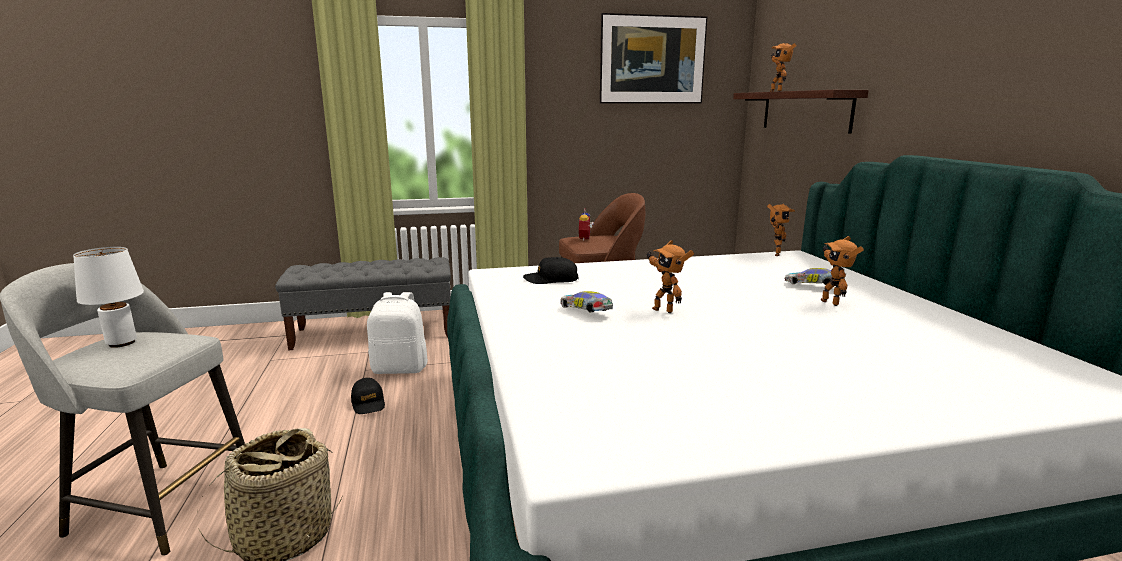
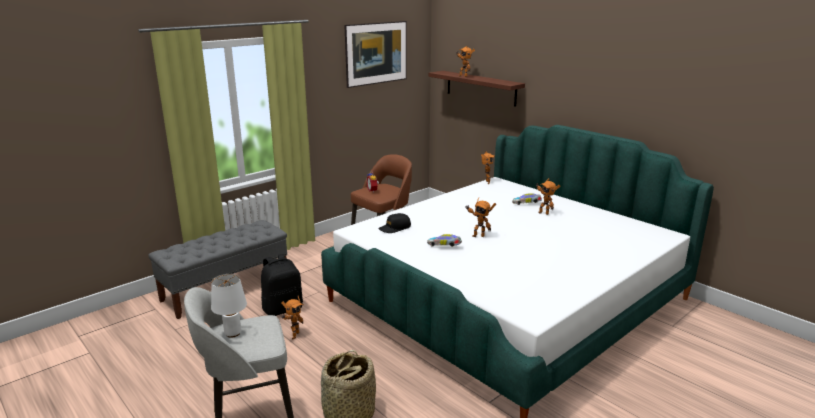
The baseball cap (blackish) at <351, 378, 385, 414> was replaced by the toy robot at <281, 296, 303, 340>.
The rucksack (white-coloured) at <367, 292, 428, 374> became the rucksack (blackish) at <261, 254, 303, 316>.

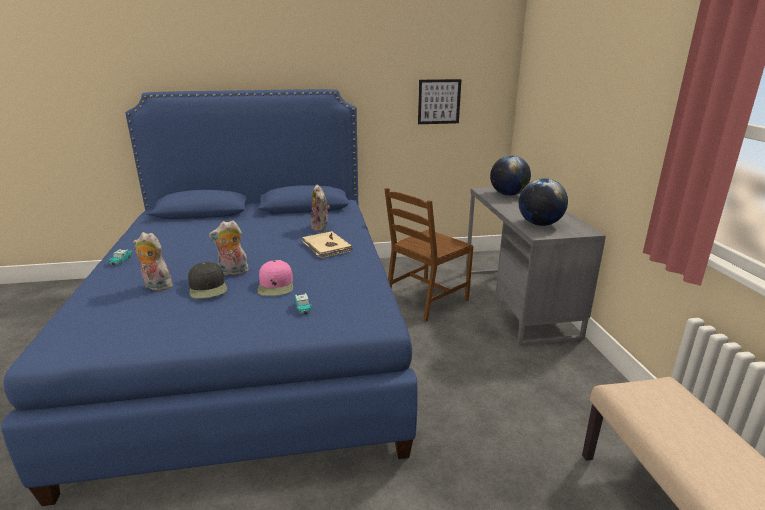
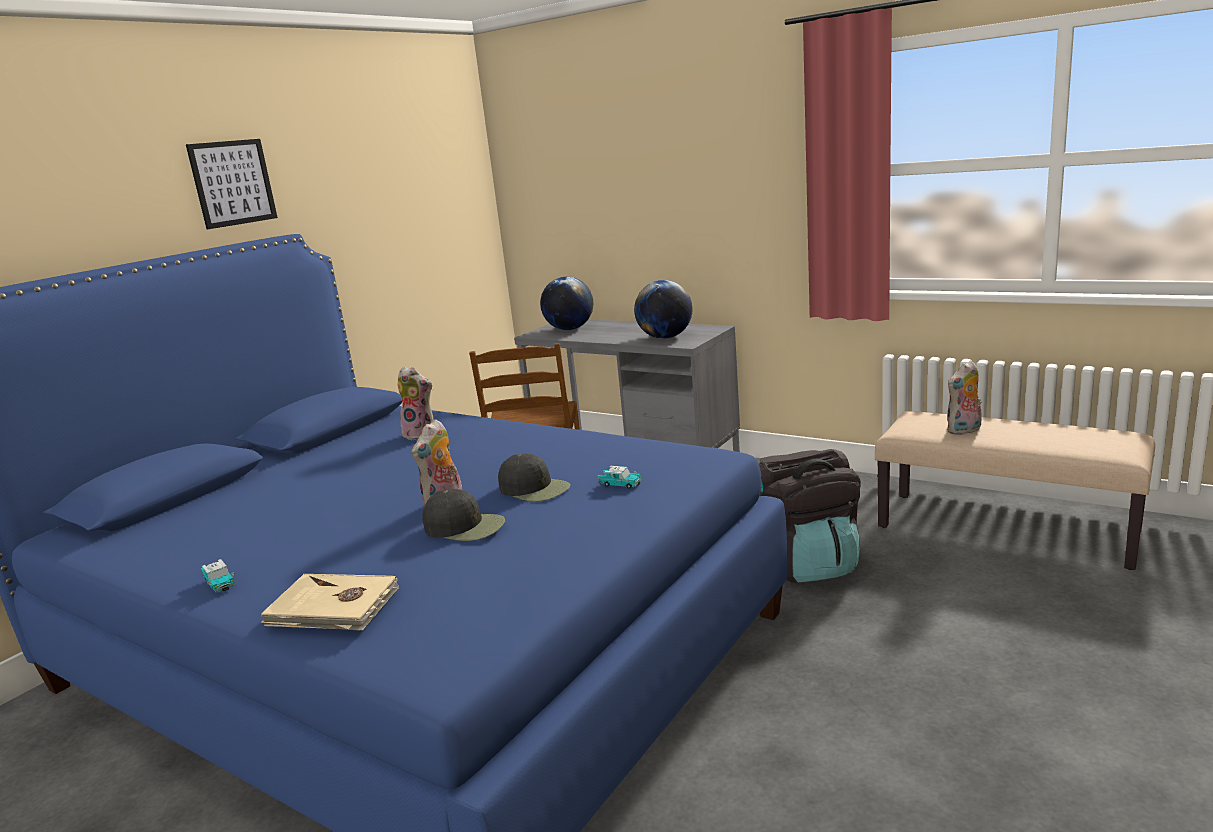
The cuddly toy moved from <133, 232, 175, 291> to <947, 361, 982, 435>.
The baseball cap (pink-coloured) at <257, 260, 293, 296> became the baseball cap (blackish) at <498, 453, 570, 502>.
The bound book (beige-coloured) moved from <302, 231, 352, 258> to <261, 574, 399, 631>.
The picture moved from <418, 79, 461, 124> to <186, 139, 278, 229>.
The rucksack (blackish) at <759, 449, 861, 583> appeared.

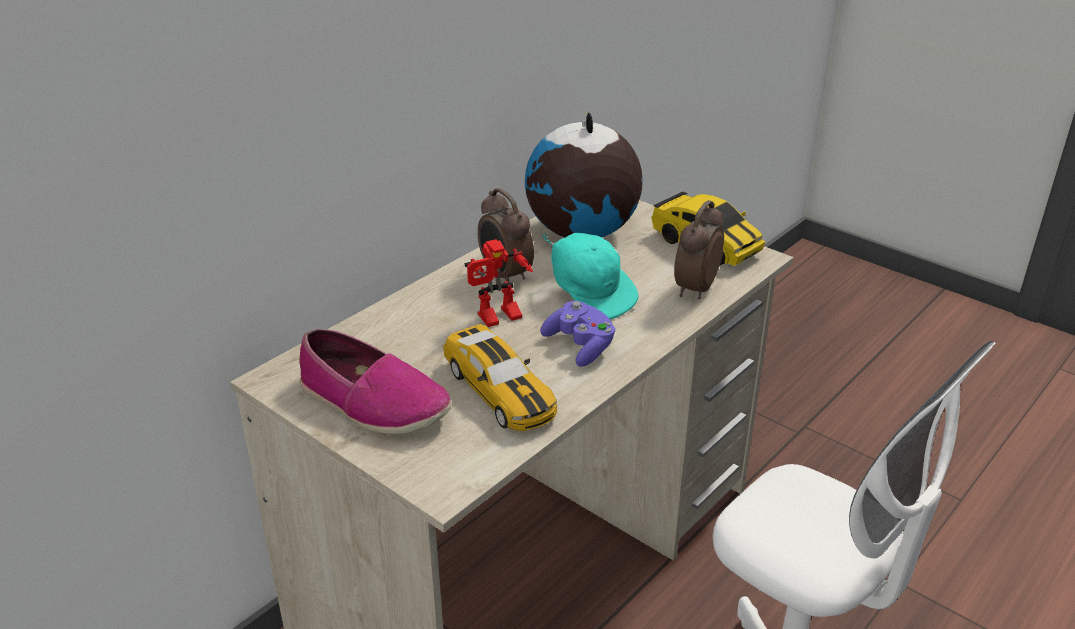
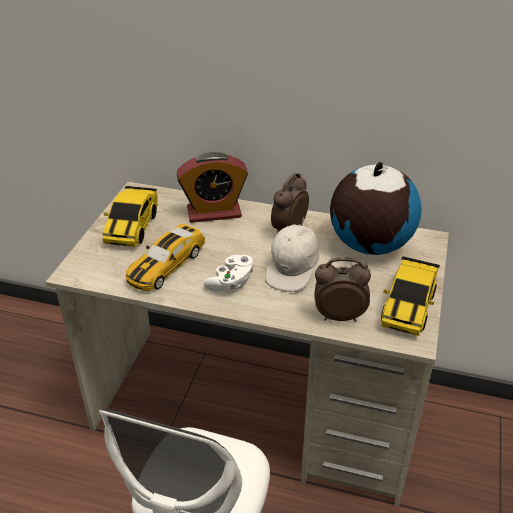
The item of footwear at <299, 329, 452, 434> was replaced by the miniature car at <102, 186, 158, 247>.
The toy robot at <465, 239, 533, 327> disappeared.
The joypad (purplish) at <540, 301, 616, 367> became the joypad (white-coloured) at <203, 255, 254, 292>.
The baseball cap (turquoise) at <542, 232, 638, 319> became the baseball cap (white-coloured) at <265, 217, 319, 292>.
The table clock at <177, 152, 248, 223> appeared.

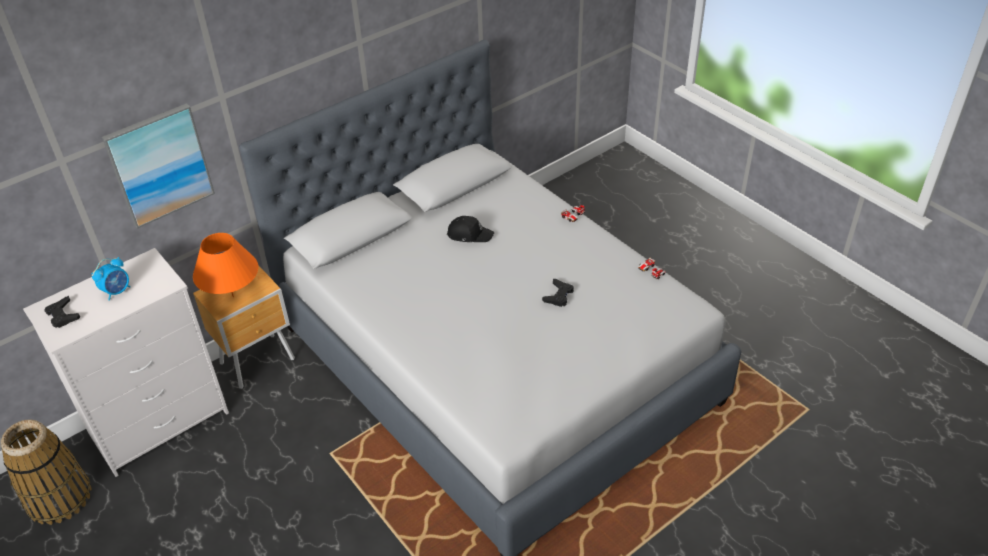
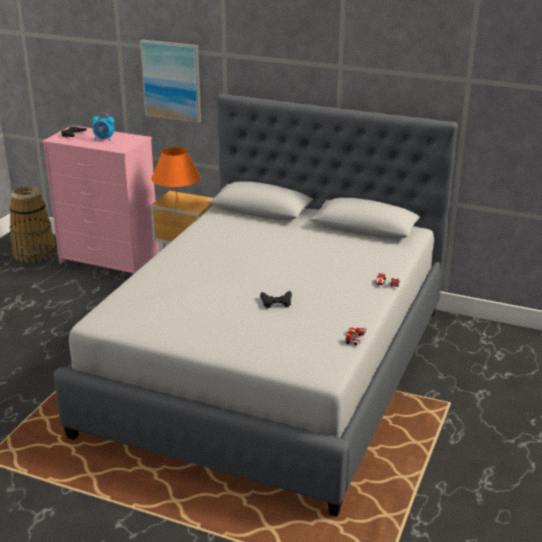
The drawer chest (white-coloured) at <23, 248, 229, 477> became the drawer chest (pink-coloured) at <42, 125, 159, 274>.
The baseball cap (blackish) at <447, 216, 494, 242> disappeared.

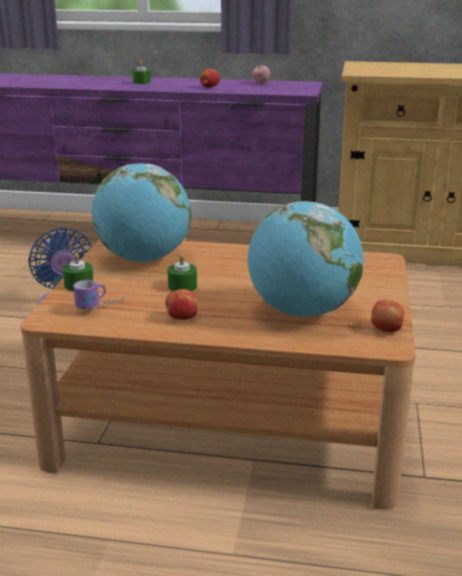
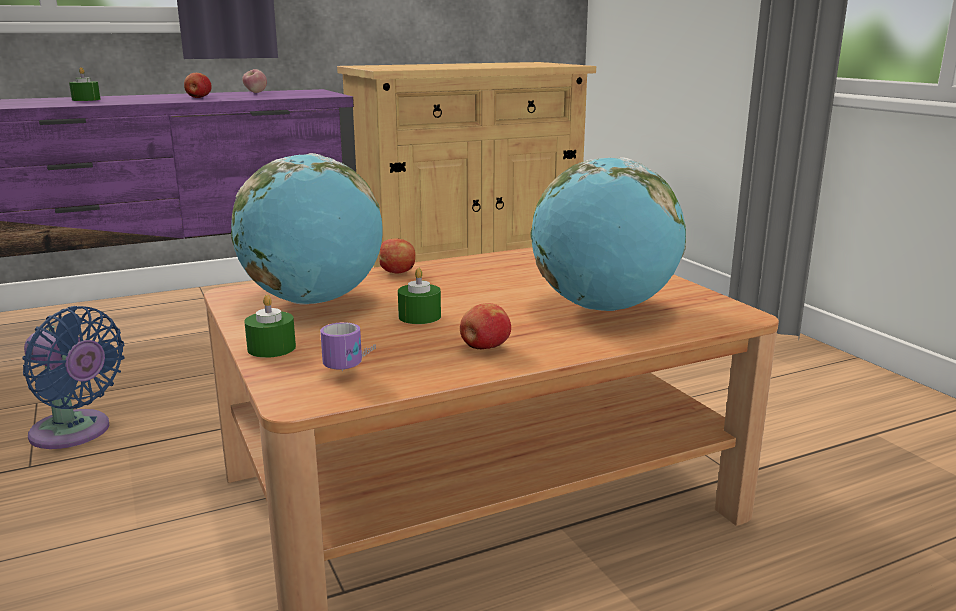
The whole apple moved from <371, 300, 405, 332> to <379, 238, 415, 273>.

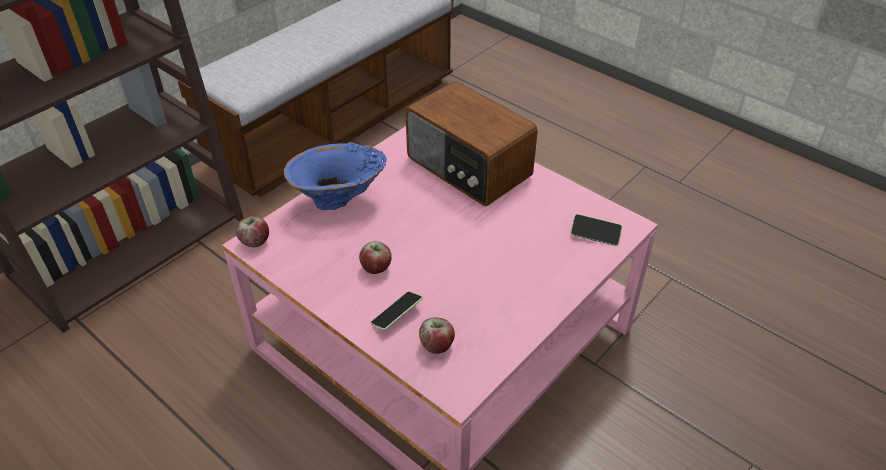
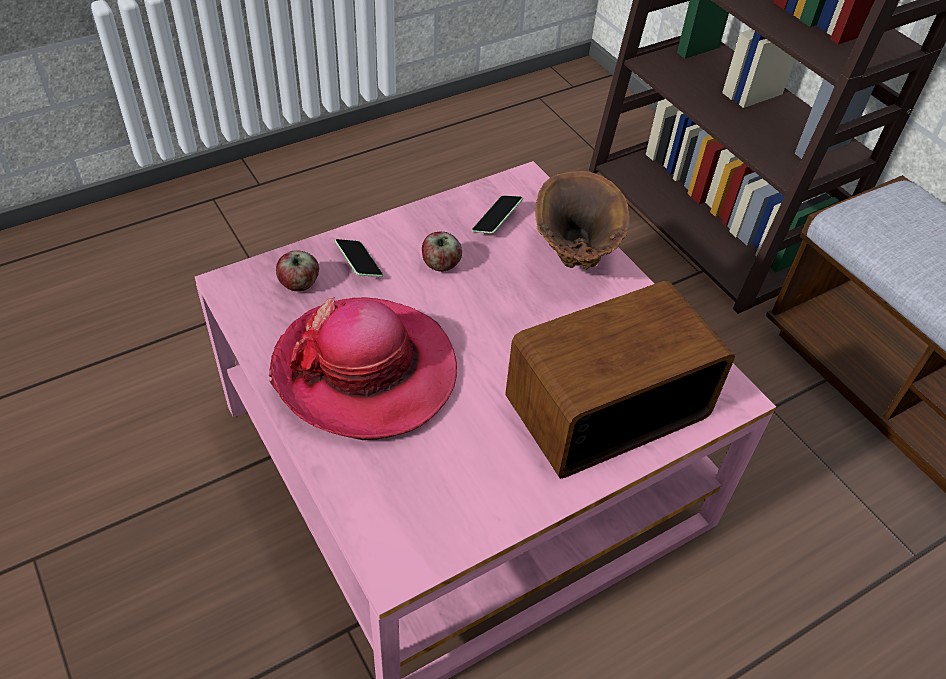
The whole apple at <235, 216, 269, 247> disappeared.
The flower vase (bluish) at <284, 142, 387, 210> became the flower vase (brown) at <535, 171, 630, 270>.
The handset moved from <570, 214, 622, 246> to <472, 195, 523, 234>.
The clothing hat at <269, 297, 457, 440> appeared.

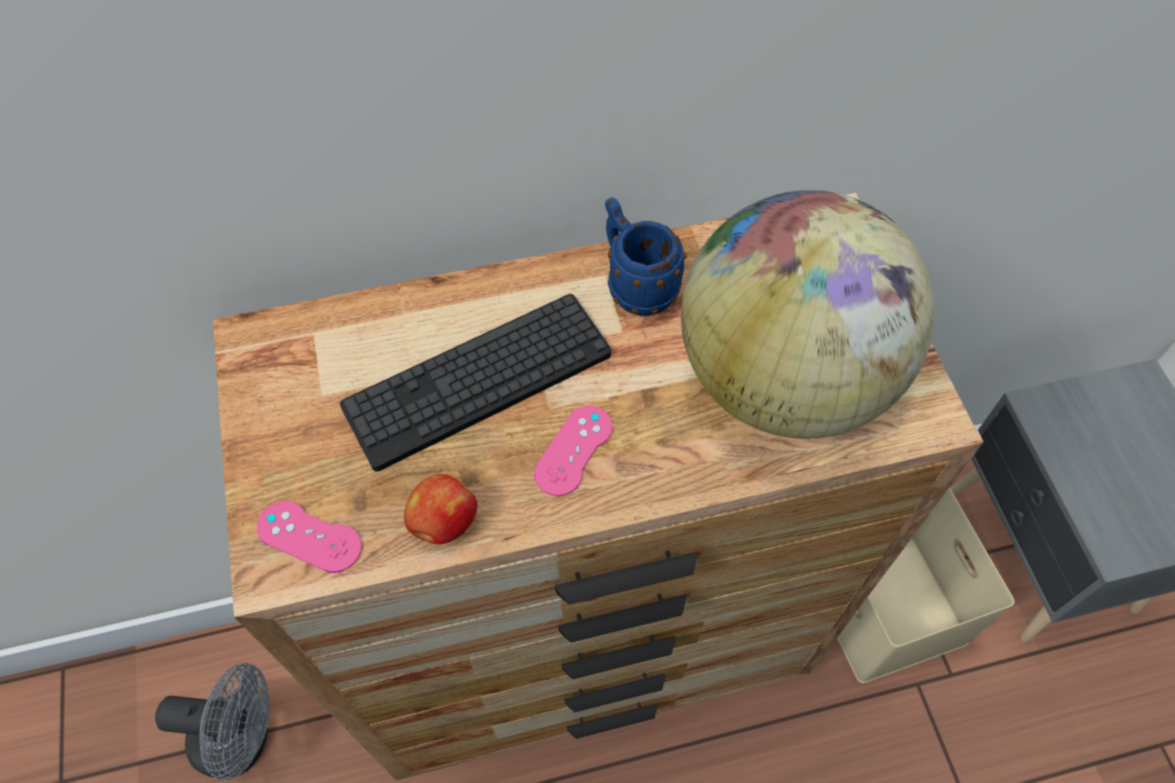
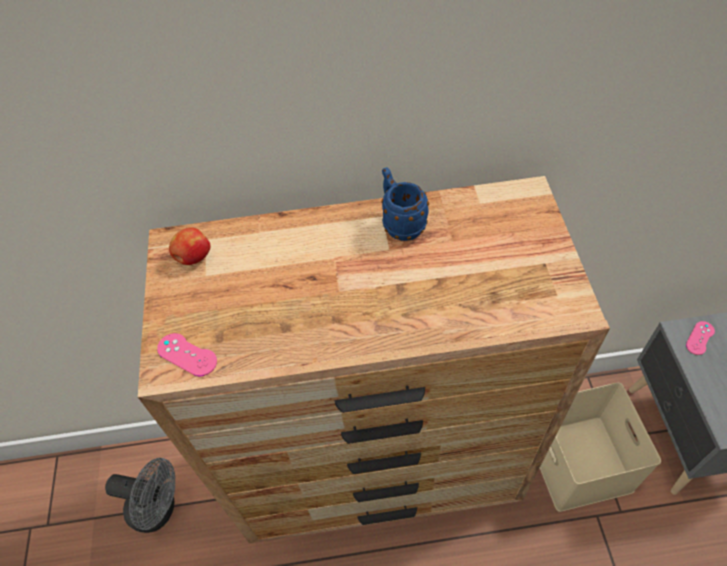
The computer keyboard at <340, 294, 611, 472> disappeared.
The whole apple moved from <404, 474, 477, 544> to <169, 227, 211, 265>.
The joypad (pink-coloured) moved from <534, 405, 613, 496> to <686, 321, 715, 355>.
The desk globe at <681, 190, 935, 439> disappeared.

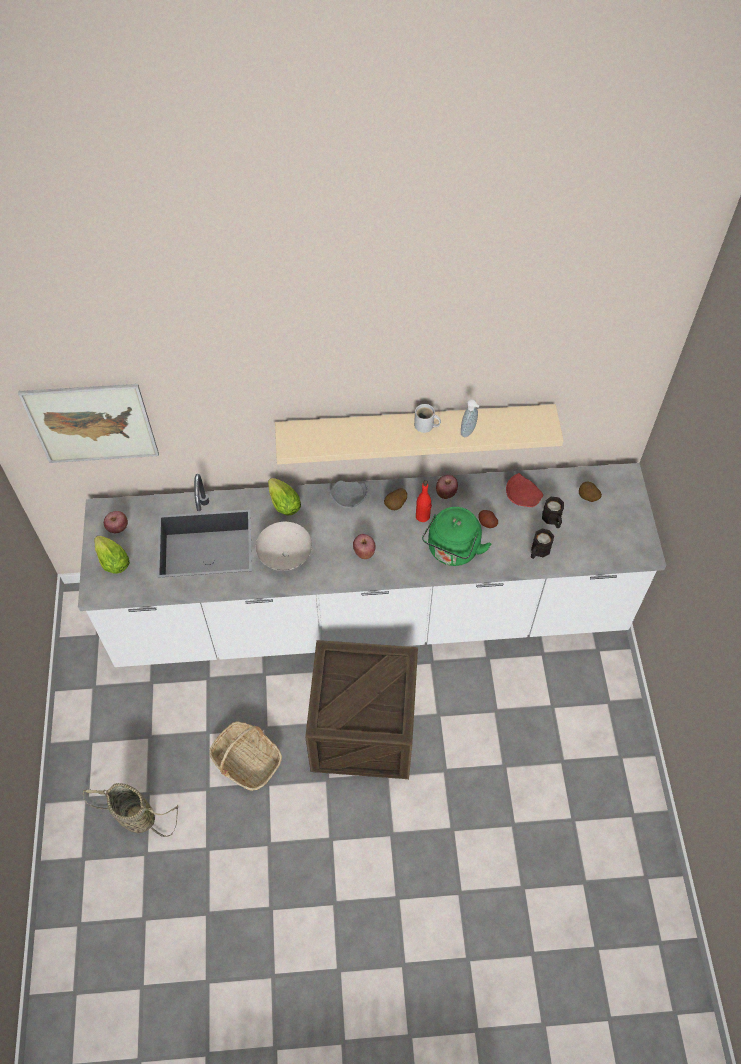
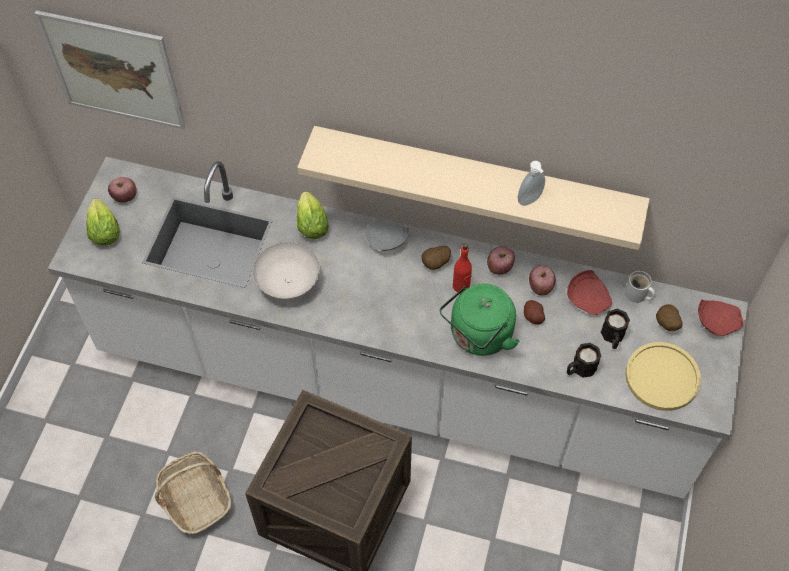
The basket at <83, 783, 178, 837> disappeared.
The whole apple moved from <353, 534, 376, 559> to <529, 265, 556, 296>.
The mug (white-coloured) moved from <414, 404, 441, 433> to <625, 271, 656, 303>.
The flat dish (yellow) at <625, 342, 701, 411> appeared.
The flat dish (red-coloured) at <698, 299, 743, 336> appeared.

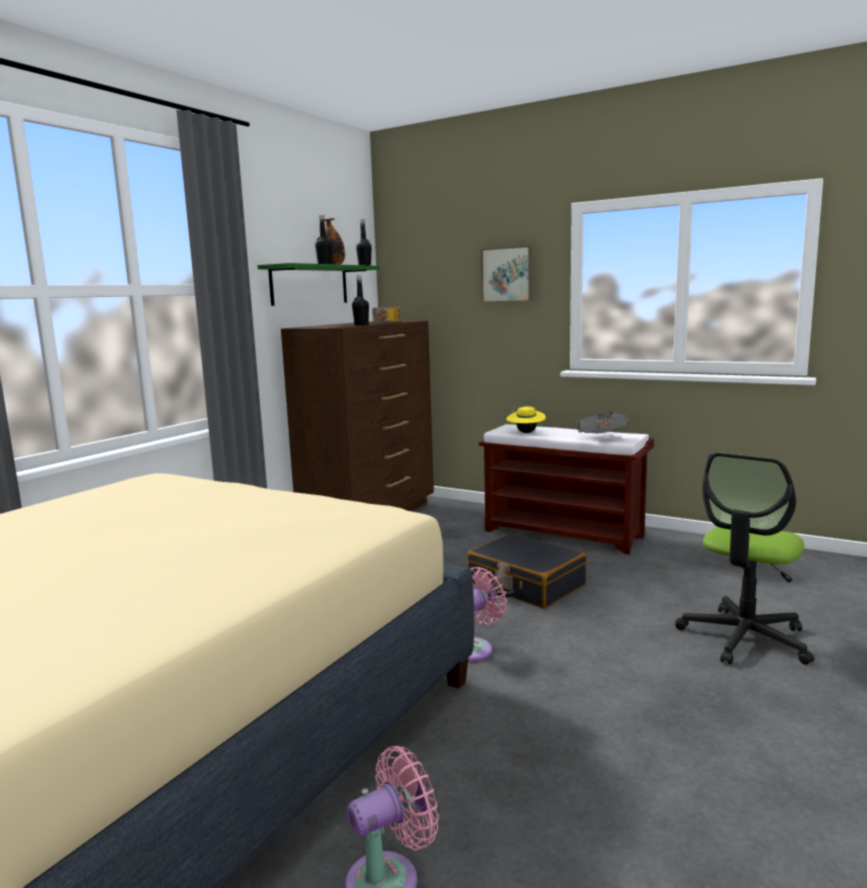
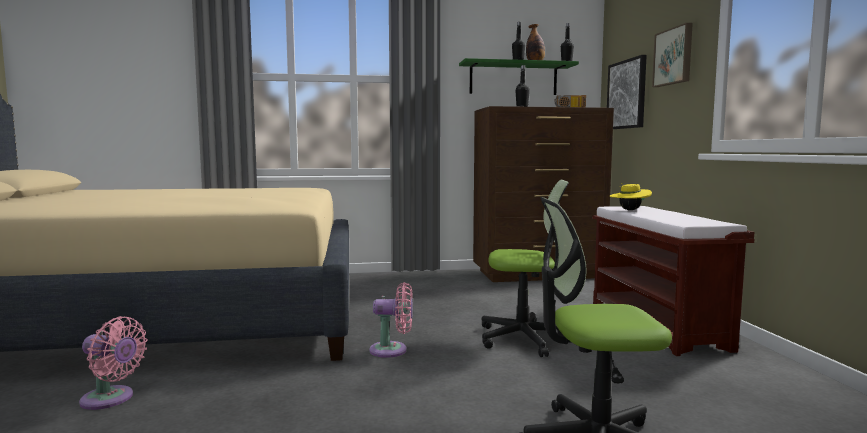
The suitcase (blackish) at <467, 533, 587, 609> was replaced by the desk chair at <482, 180, 569, 357>.
The daily paper at <576, 412, 629, 433> disappeared.
The picture at <607, 55, 647, 129> appeared.

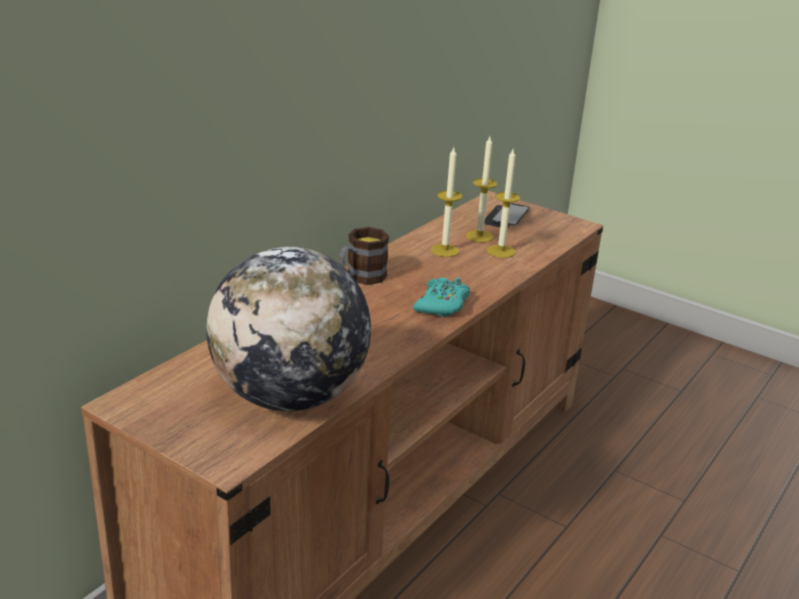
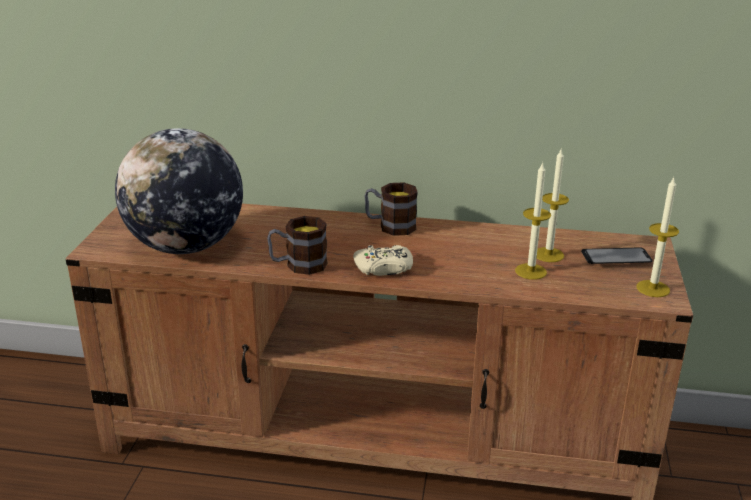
The joypad (turquoise) at <413, 277, 470, 317> became the joypad (beige-coloured) at <353, 245, 413, 276>.
The candle moved from <431, 148, 462, 257> to <636, 178, 679, 297>.
The mug at <267, 216, 327, 275> appeared.

